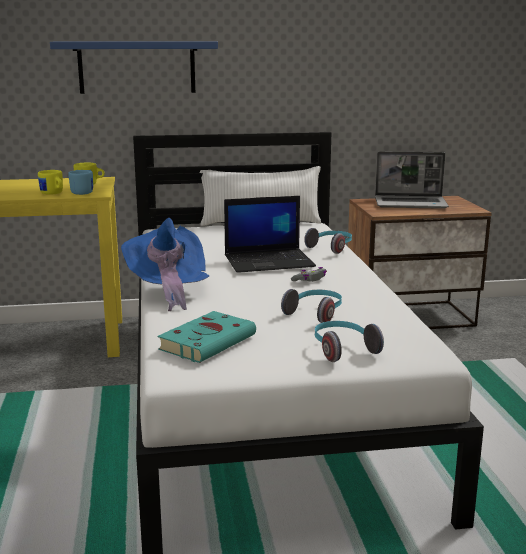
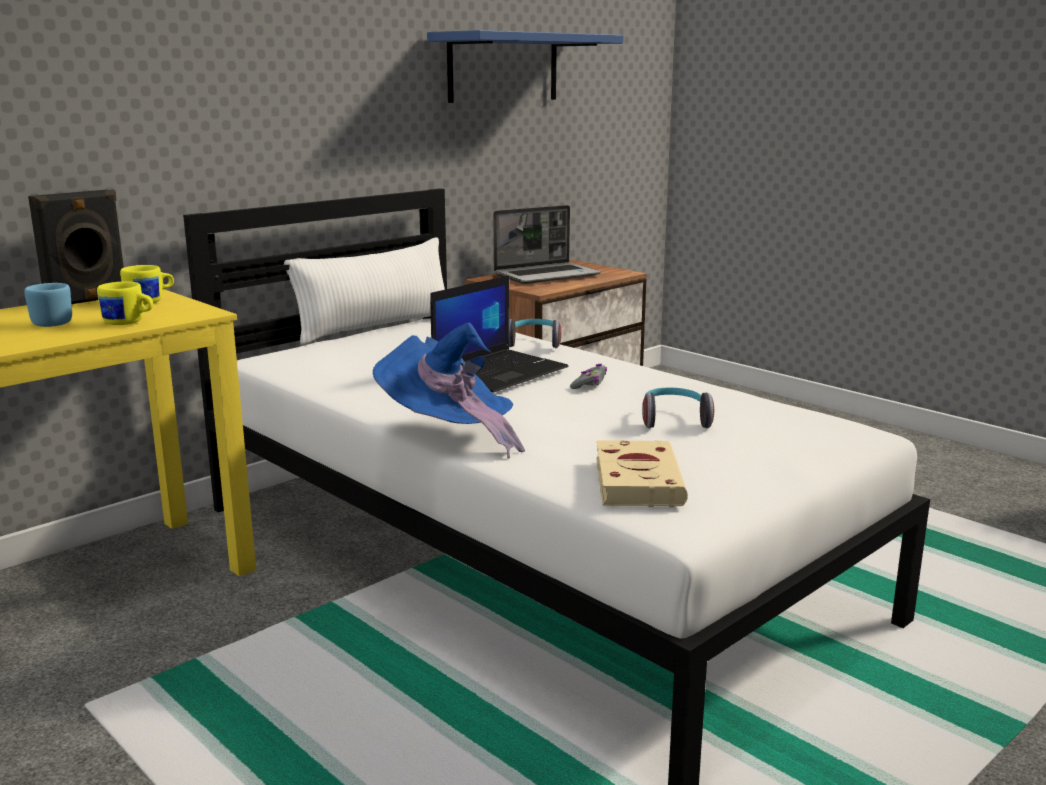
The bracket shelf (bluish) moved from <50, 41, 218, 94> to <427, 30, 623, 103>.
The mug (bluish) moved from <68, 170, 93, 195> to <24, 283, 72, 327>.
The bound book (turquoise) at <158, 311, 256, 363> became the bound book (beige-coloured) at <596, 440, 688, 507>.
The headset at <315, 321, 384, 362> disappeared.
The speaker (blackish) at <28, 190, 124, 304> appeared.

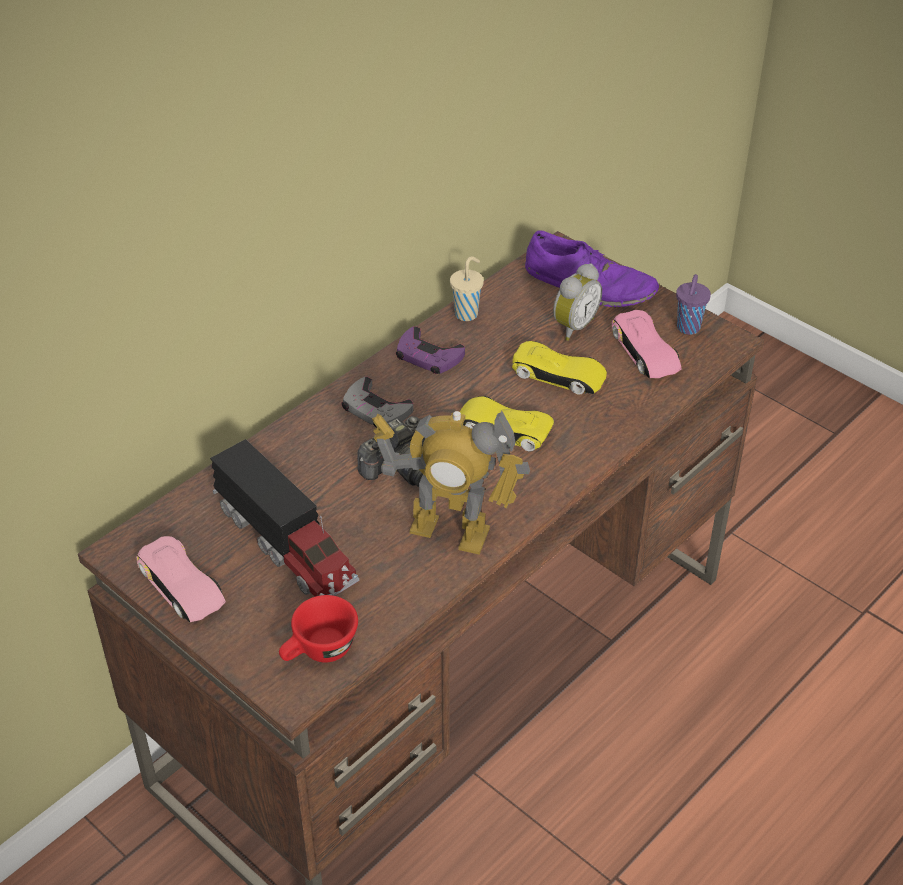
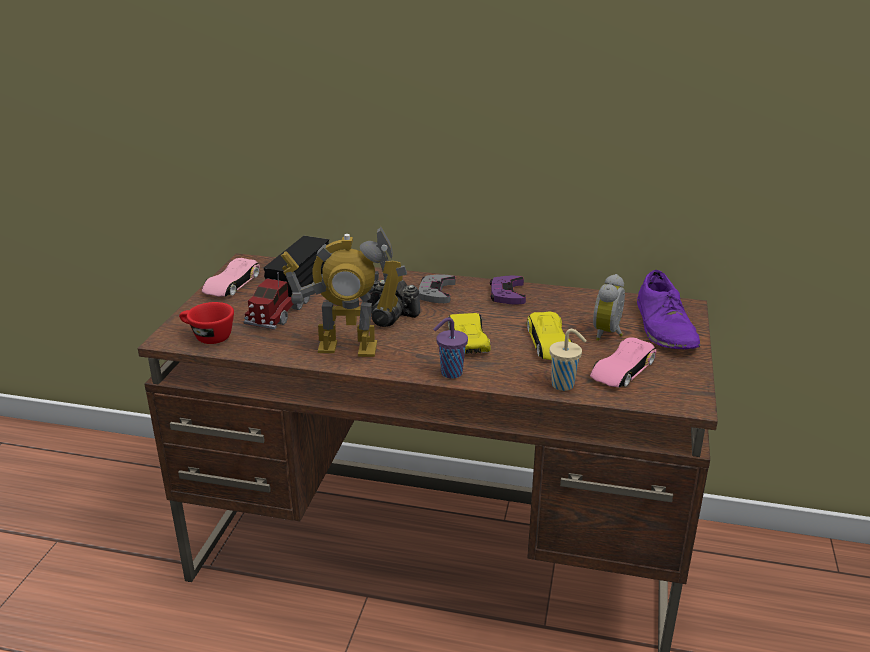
The toy robot at <372, 411, 530, 555> turned 75 degrees counterclockwise.
The cup (beige-coloured) moved from <450, 256, 484, 321> to <549, 329, 587, 391>.
The table clock at <553, 263, 602, 341> turned 105 degrees clockwise.
The cup (purplish) moved from <676, 274, 711, 335> to <433, 317, 468, 379>.

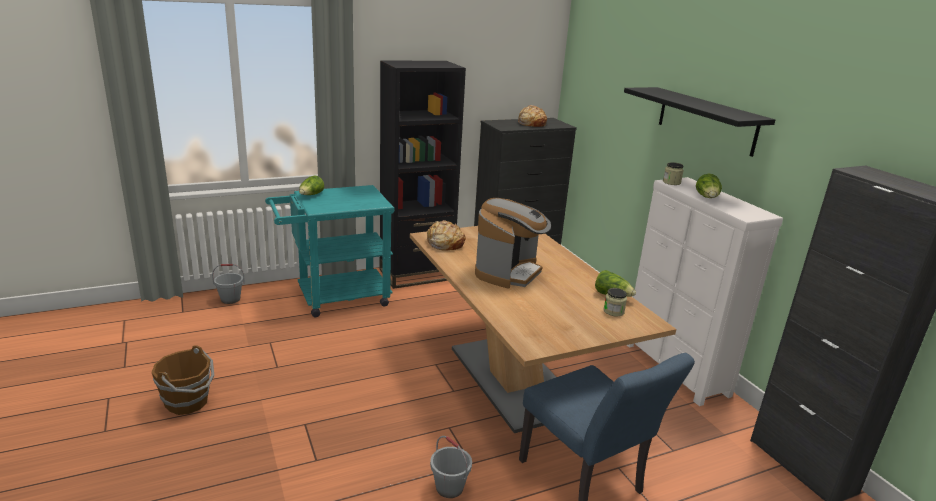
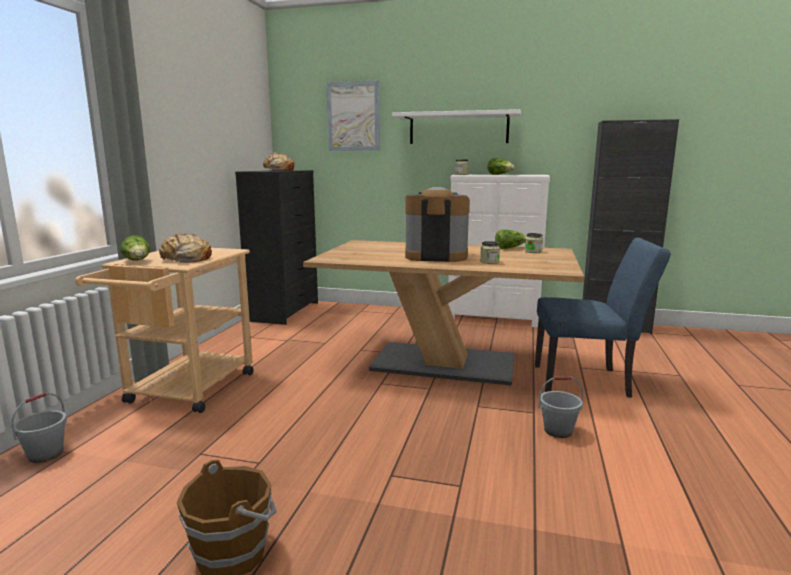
The wheeled cart (turquoise) at <265, 185, 394, 317> became the wheeled cart (beige-coloured) at <75, 248, 253, 413>.
The shelving unit (blackish) at <380, 61, 466, 289> disappeared.
The bakery bread moved from <425, 220, 466, 251> to <159, 233, 212, 263>.
The coffee machine at <475, 198, 551, 289> turned 60 degrees counterclockwise.
The bracket shelf (blackish) at <624, 87, 775, 157> became the bracket shelf (white-coloured) at <392, 109, 521, 144>.
The picture at <326, 80, 380, 151> appeared.
The jar at <480, 241, 500, 264> appeared.

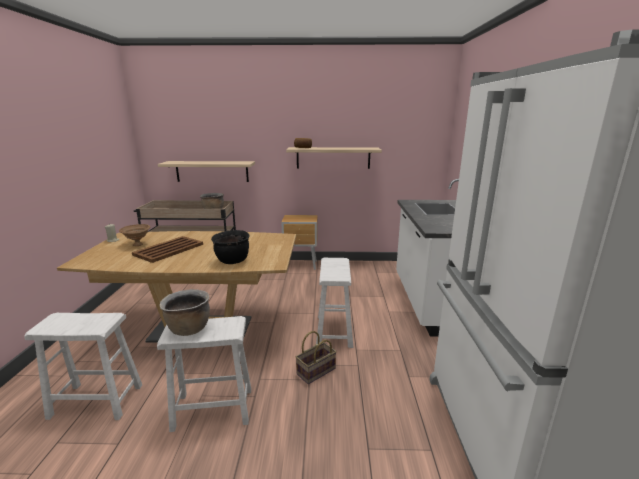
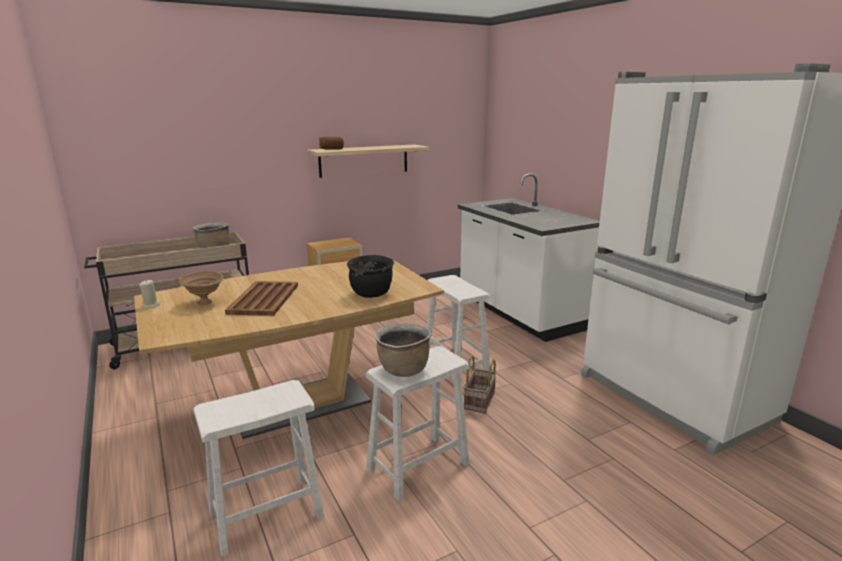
The bracket shelf at <158, 161, 255, 182> disappeared.

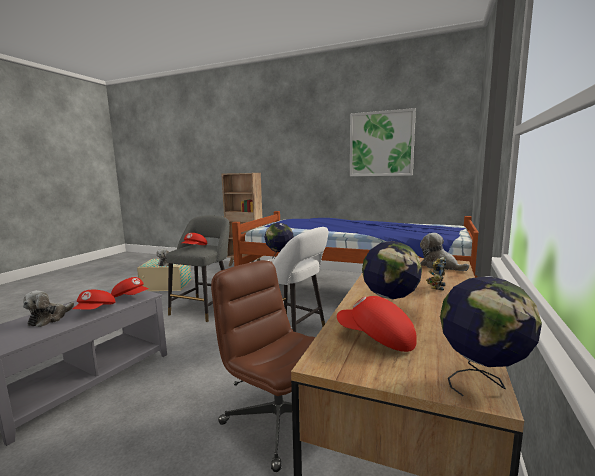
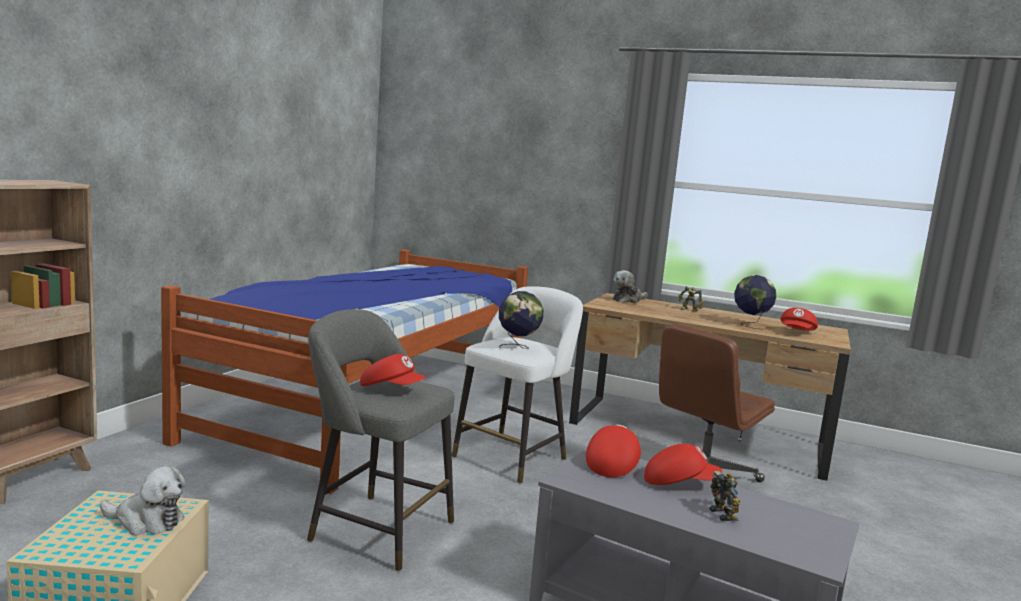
The cuddly toy at <23, 290, 74, 327> was replaced by the toy robot at <709, 471, 740, 521>.
The picture at <350, 108, 416, 176> disappeared.
The desk globe at <440, 276, 542, 396> disappeared.

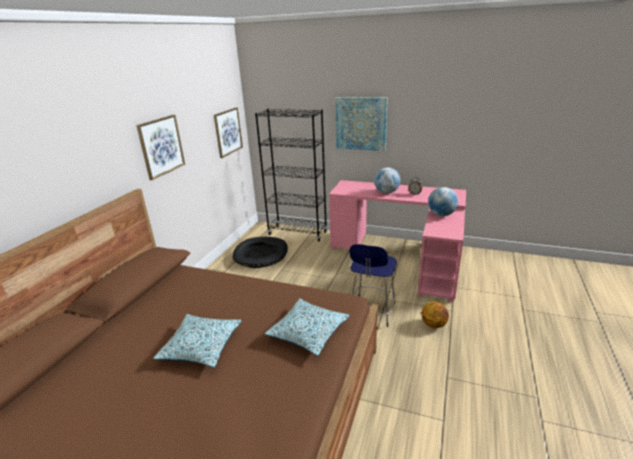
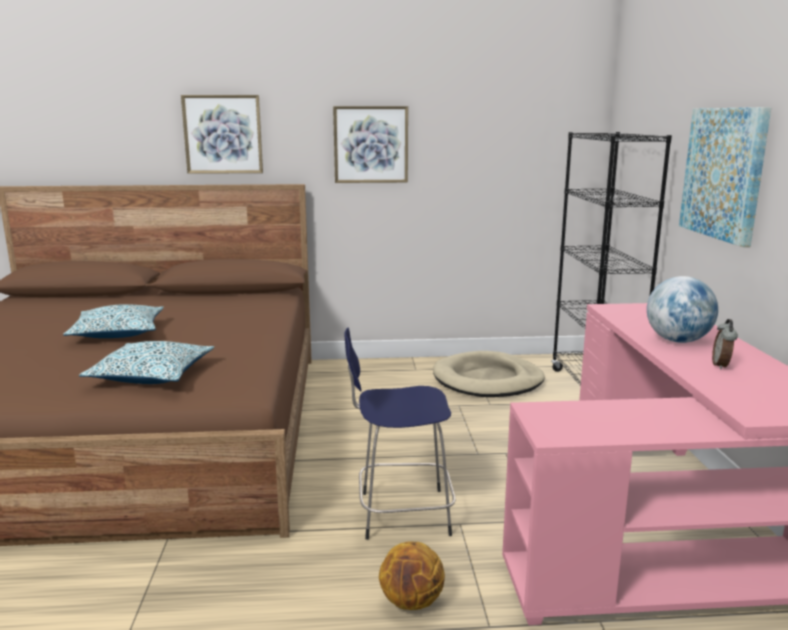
The picture moved from <214, 107, 243, 158> to <181, 95, 263, 174>.
The pet bed (blackish) at <232, 237, 288, 268> became the pet bed (beige-coloured) at <433, 351, 545, 397>.
The desk globe at <428, 187, 458, 216> disappeared.

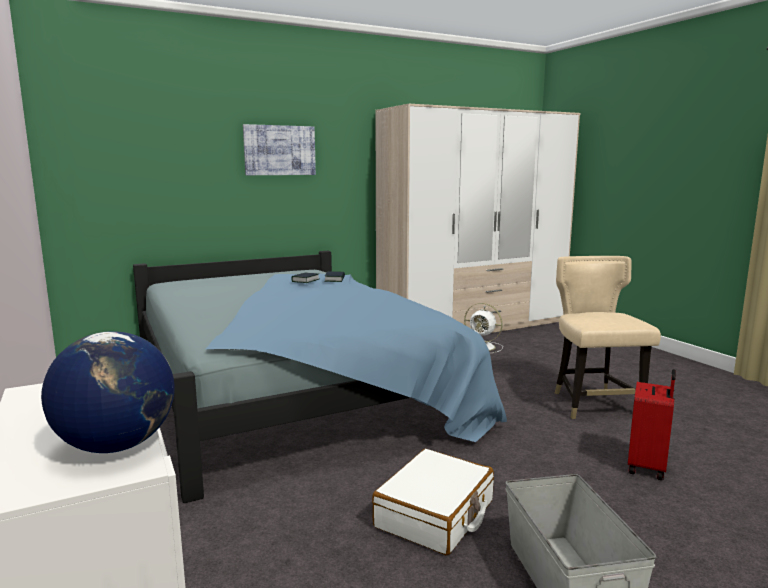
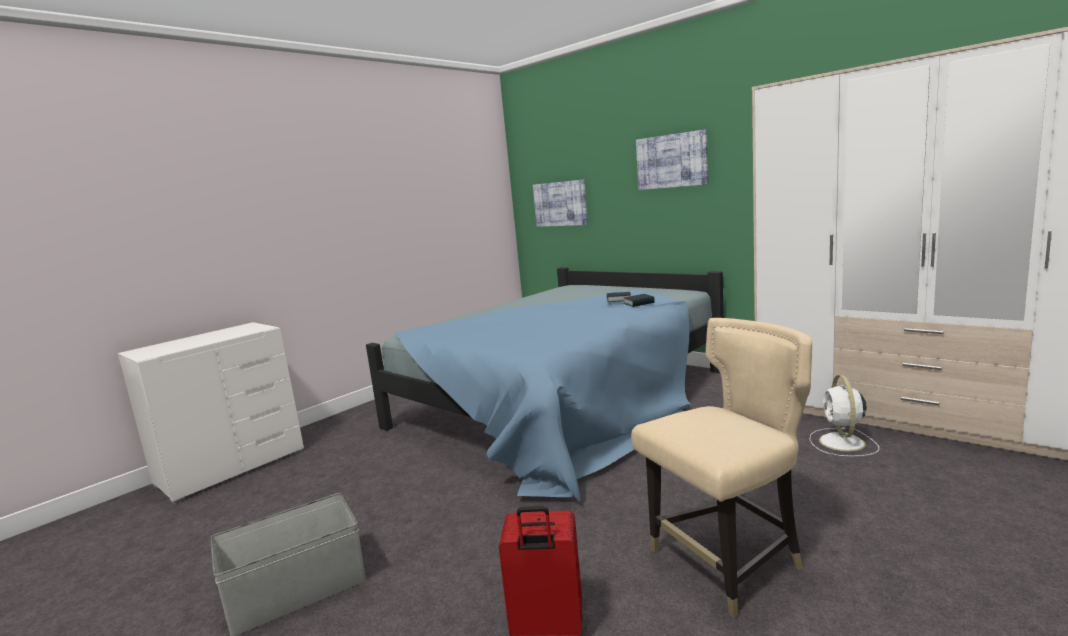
The desk globe at <41, 331, 175, 453> disappeared.
The suitcase (white-coloured) at <372, 449, 494, 555> disappeared.
The picture at <533, 180, 588, 227> appeared.

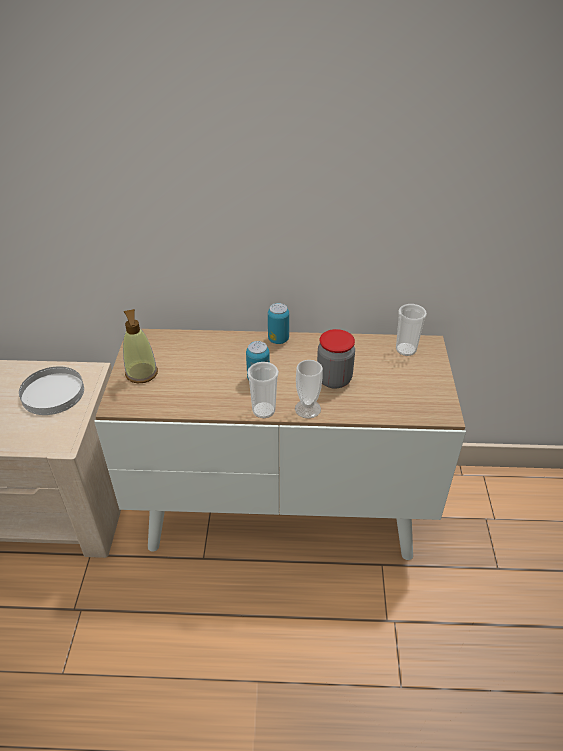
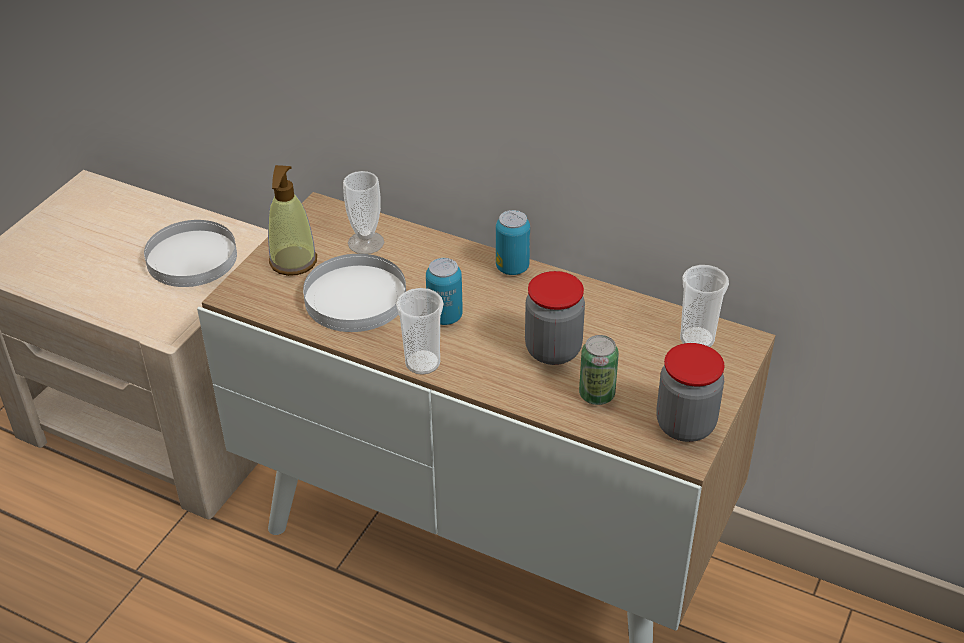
The cup moved from <295, 360, 323, 418> to <343, 171, 384, 254>.
The flat dish (white-coloured) at <303, 254, 406, 332> appeared.
The can at <579, 335, 619, 405> appeared.
The jar at <656, 343, 725, 442> appeared.

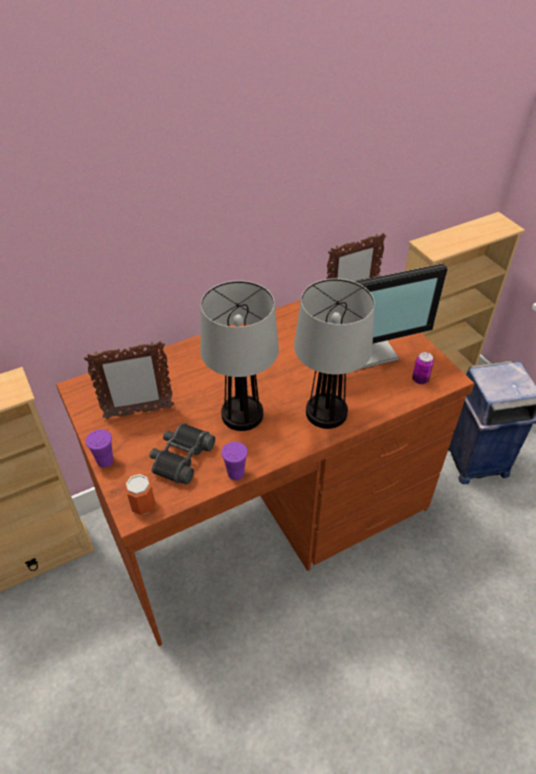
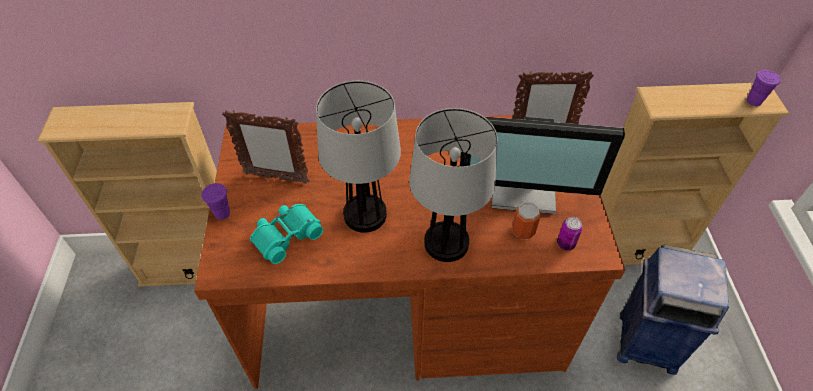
The can moved from <125, 474, 156, 515> to <512, 202, 540, 239>.
The pair of binoculars (blackish) at <150, 423, 215, 485> became the pair of binoculars (turquoise) at <250, 204, 323, 264>.
The cup (purplish) moved from <221, 442, 248, 480> to <747, 70, 781, 106>.

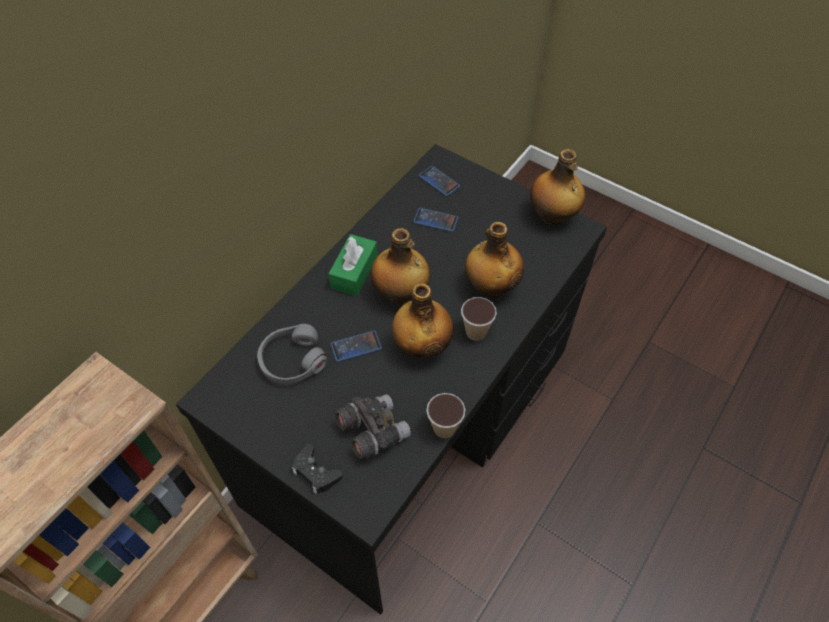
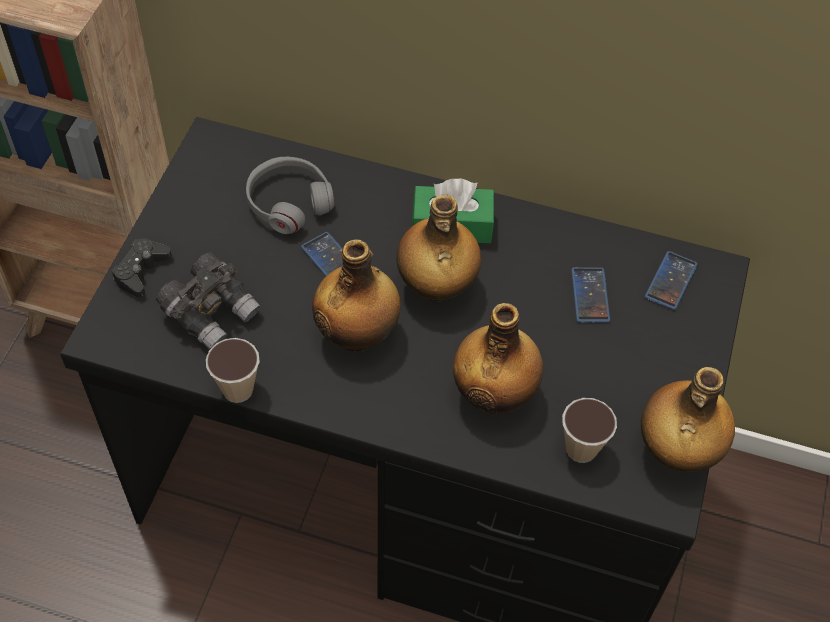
The cup moved from <461, 297, 497, 341> to <562, 398, 617, 463>.

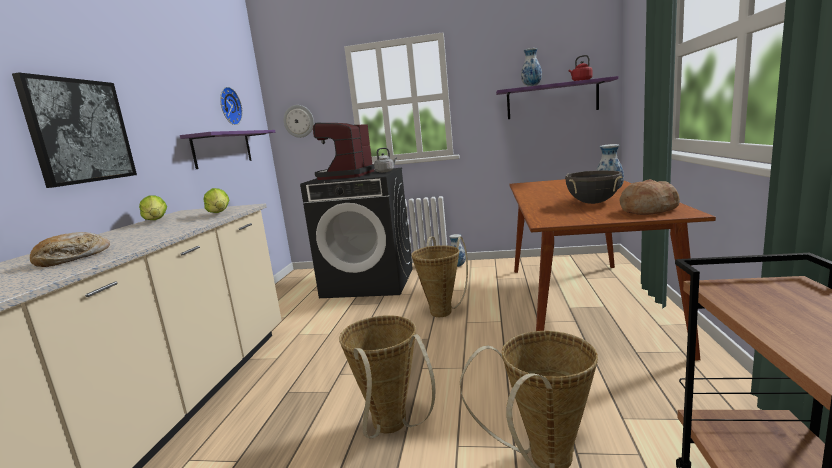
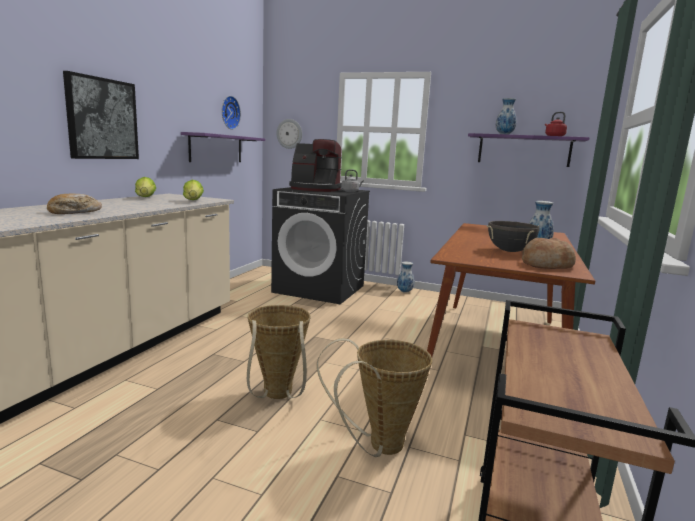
The coffee machine at <313, 123, 375, 180> turned 105 degrees counterclockwise.
The basket at <411, 236, 468, 317> disappeared.

